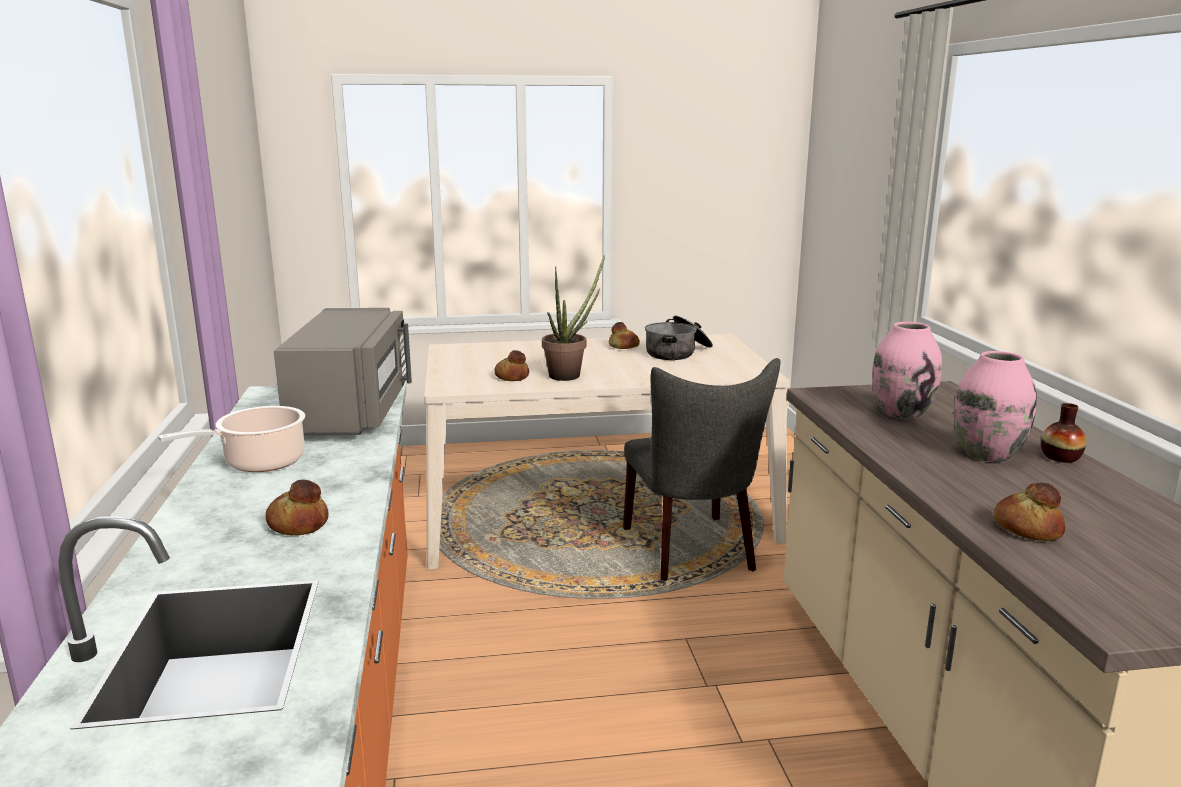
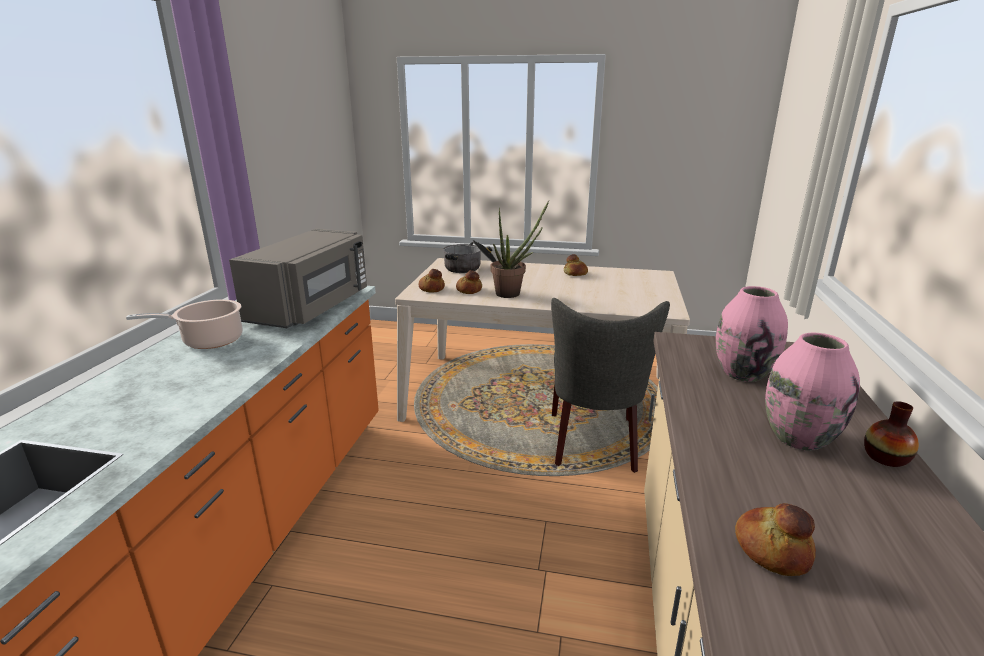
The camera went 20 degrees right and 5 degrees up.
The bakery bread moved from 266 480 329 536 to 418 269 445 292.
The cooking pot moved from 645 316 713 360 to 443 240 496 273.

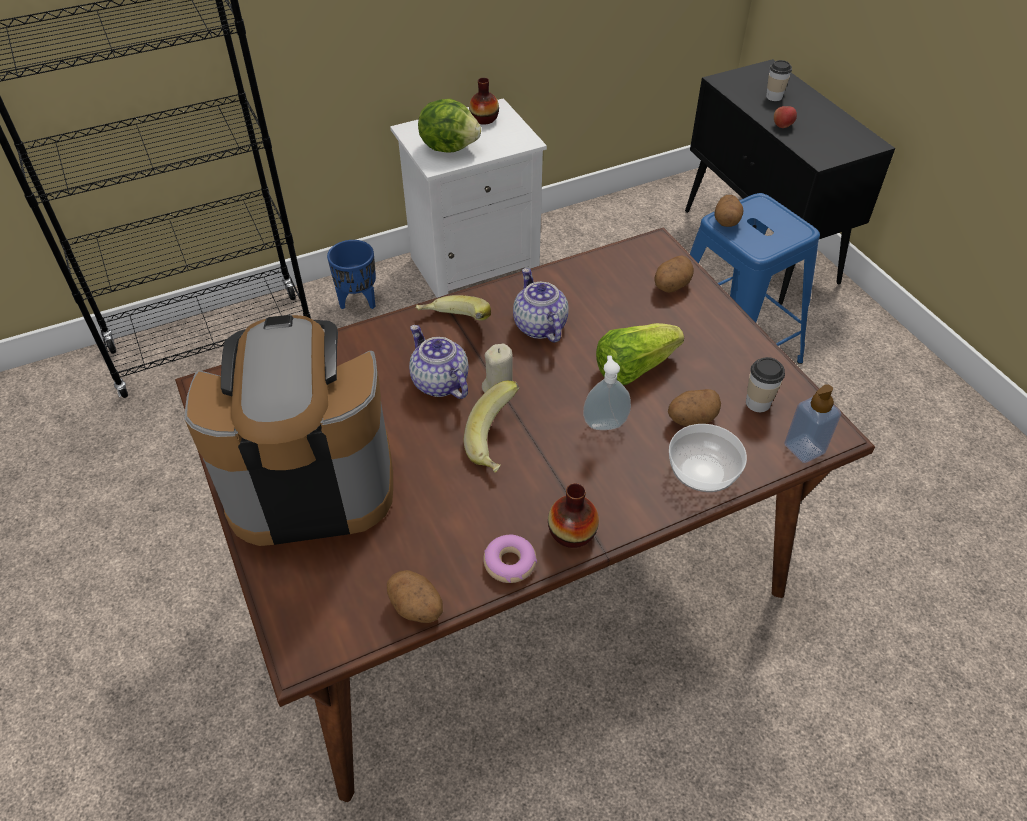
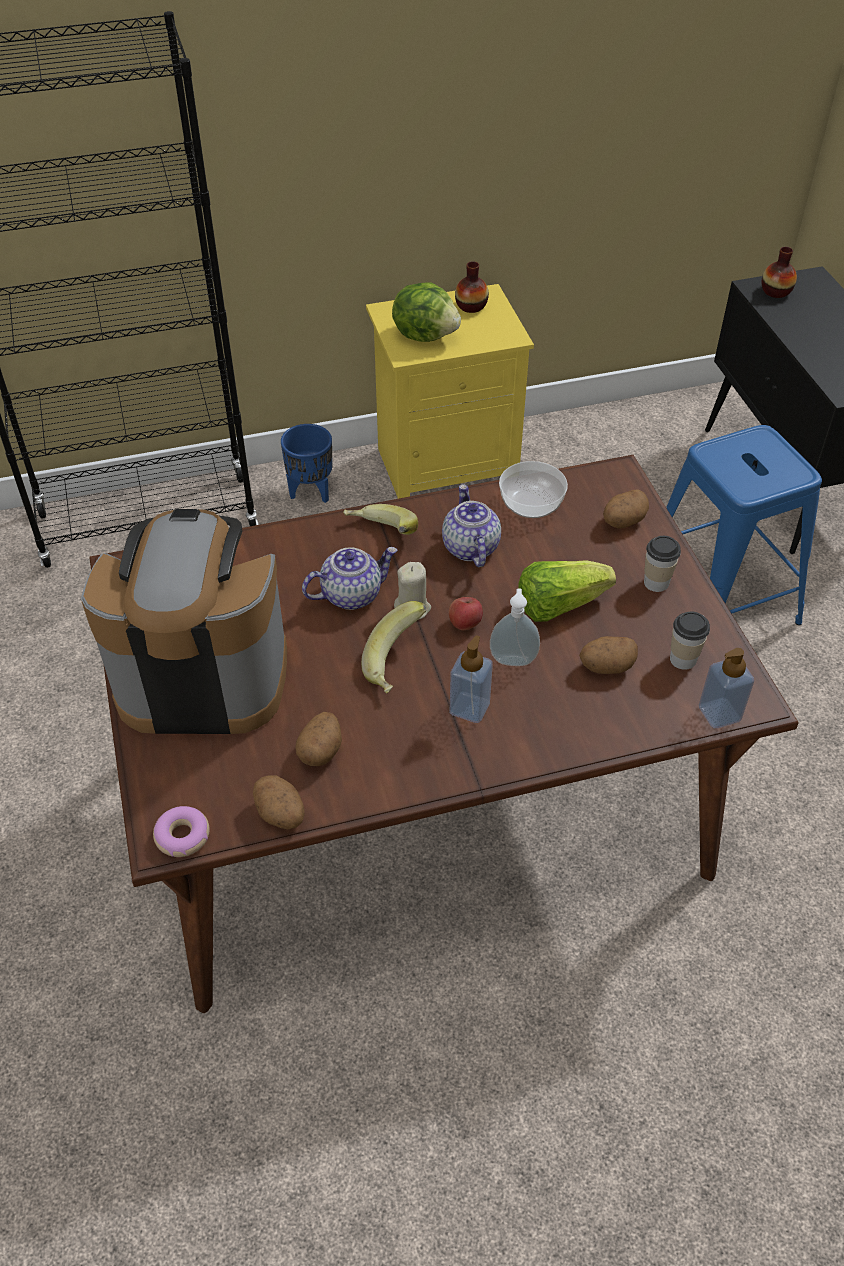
The camera went 10 degrees right and 0 degrees up.
The soap dispenser at 450 636 493 723 appeared.
The doughnut moved from 483 535 537 583 to 153 806 210 857.
The flower vase moved from 548 483 599 548 to 762 247 797 298.
The deep dish moved from 669 424 747 492 to 499 461 568 518.
The whole potato moved from 715 195 744 227 to 295 712 342 766.
The cup moved from 766 60 792 101 to 644 536 681 592.
The apple fruit moved from 774 106 797 128 to 449 597 483 630.
The whitish night table at 390 98 547 298 became the yellowish night table at 366 284 534 499.
The tea pot at 409 325 468 399 turned 90 degrees clockwise.

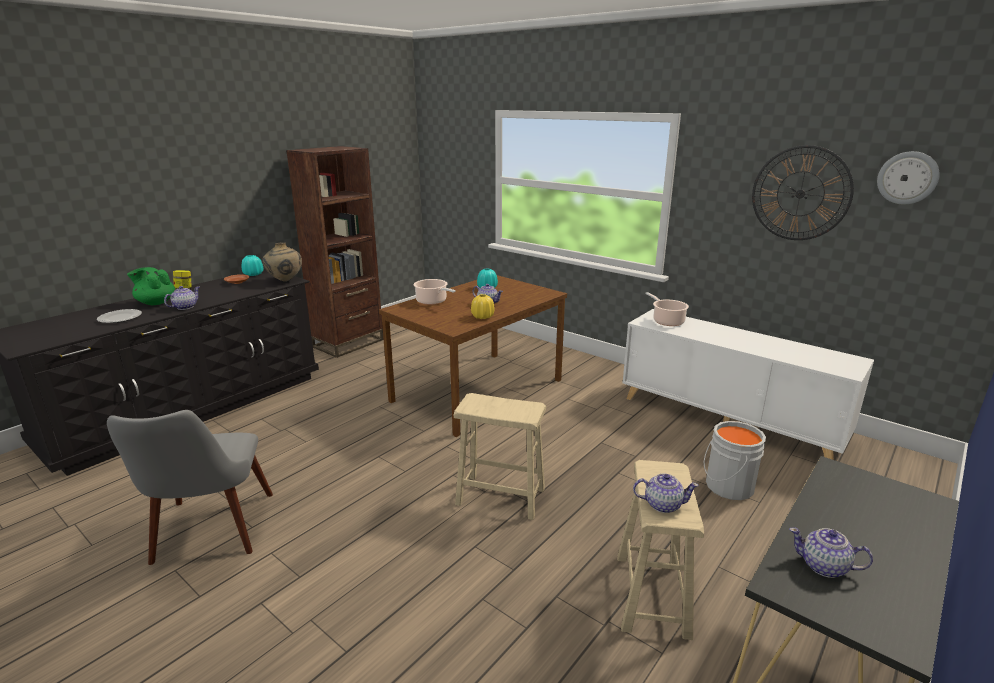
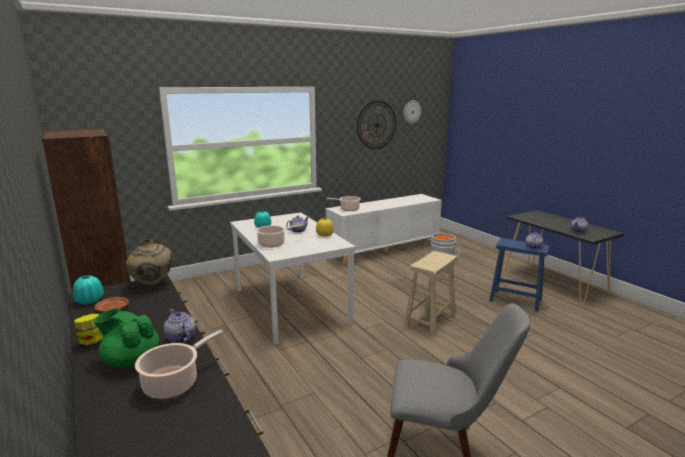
The camera went 70 degrees left and 5 degrees down.
The flat dish at 97 309 142 323 was replaced by the cooking pot at 135 330 223 399.
The brown-coloured dinner table at 379 275 567 437 became the whitish dinner table at 230 212 355 344.
The beige-coloured stool seat at 617 460 704 640 became the bluish stool seat at 489 238 550 312.
The green-coloured tea pot at 127 267 175 305 turned 75 degrees clockwise.

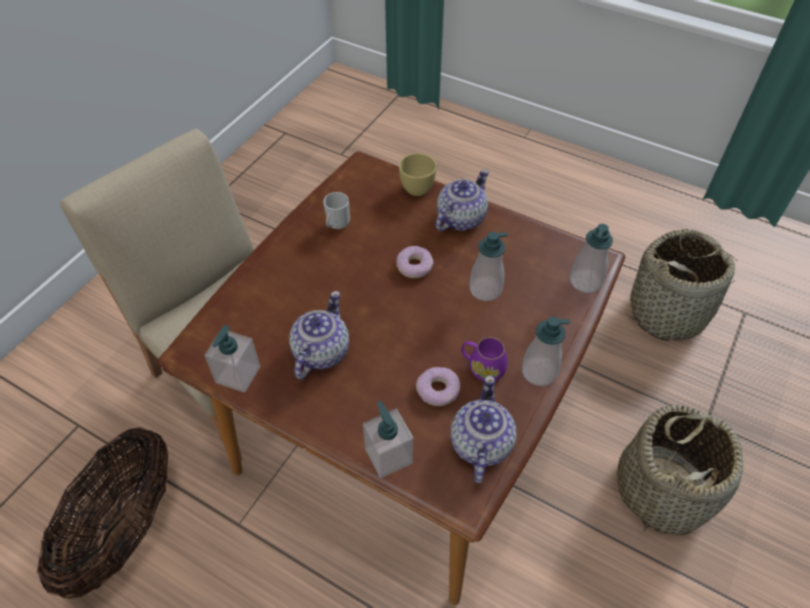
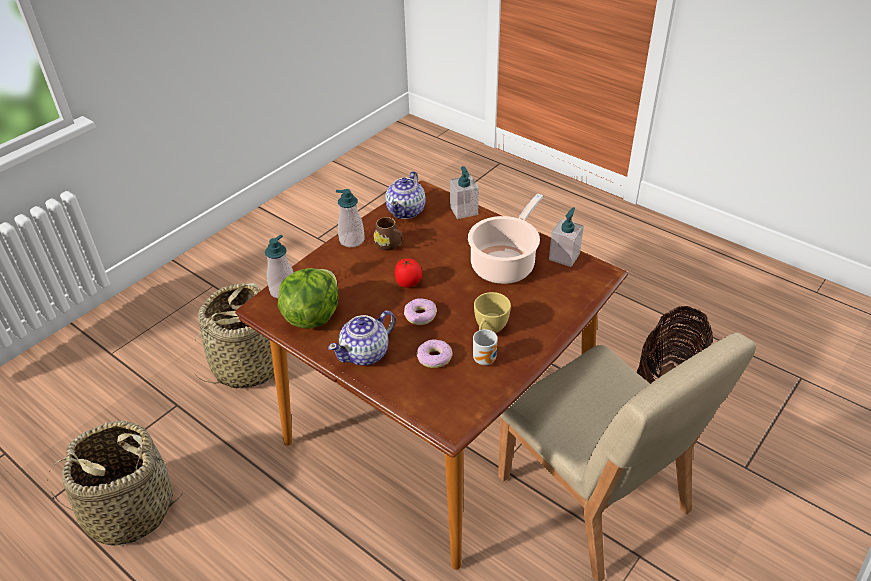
The camera went 170 degrees left and 10 degrees down.
The soap dispenser at 469 232 508 301 disappeared.
The lettuce at 278 268 338 329 appeared.
The fresh tomato at 395 258 422 288 appeared.
The yellowish cup moved from 399 153 437 196 to 474 292 511 333.
The doughnut moved from 416 367 460 406 to 417 340 453 368.
The tea pot at 289 291 349 380 was replaced by the cooking pot at 468 193 543 284.
The purplish coffee mug at 461 337 508 381 became the brown-coloured coffee mug at 374 217 404 251.

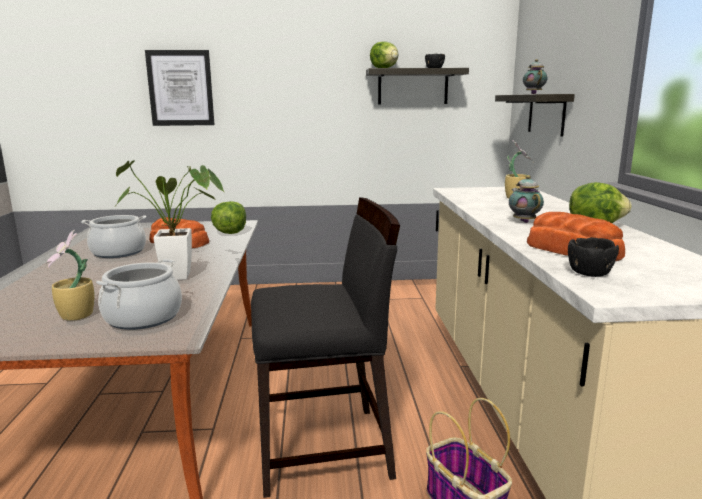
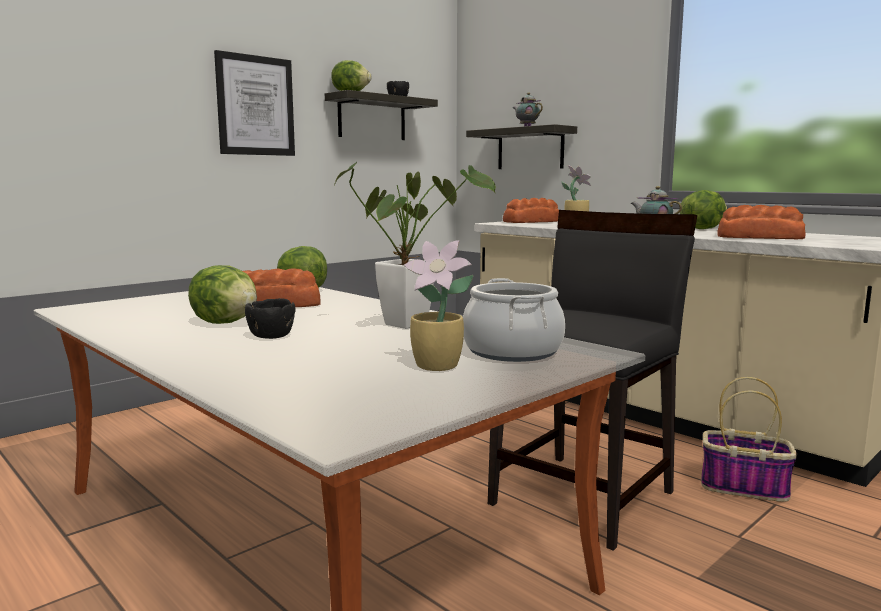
The camera went 40 degrees left and 5 degrees down.
The bakery bread at 503 198 559 223 appeared.
The wall picture moved from 145 50 214 126 to 214 50 295 156.
The black deep dish moved from 568 237 619 277 to 245 298 295 339.
The cooking pot at 81 215 146 258 was replaced by the lettuce at 188 265 257 324.

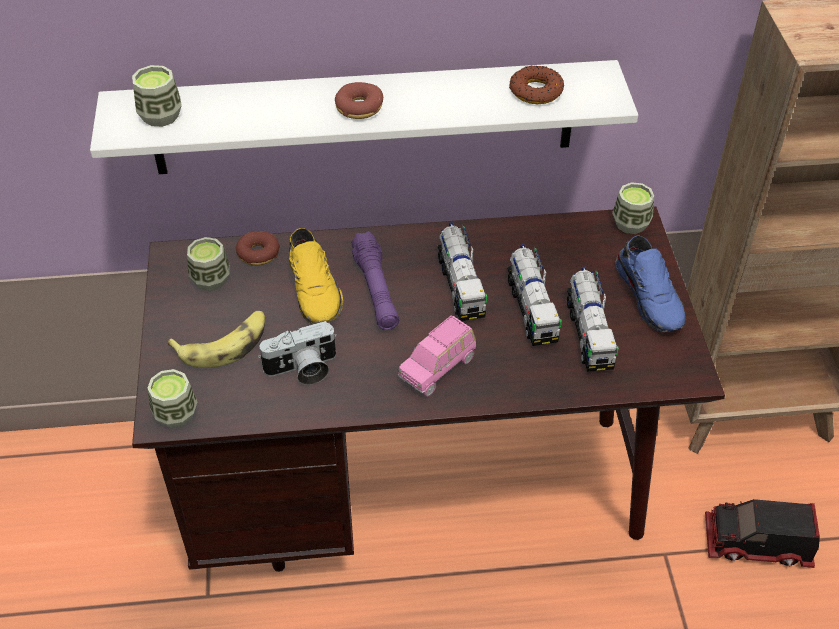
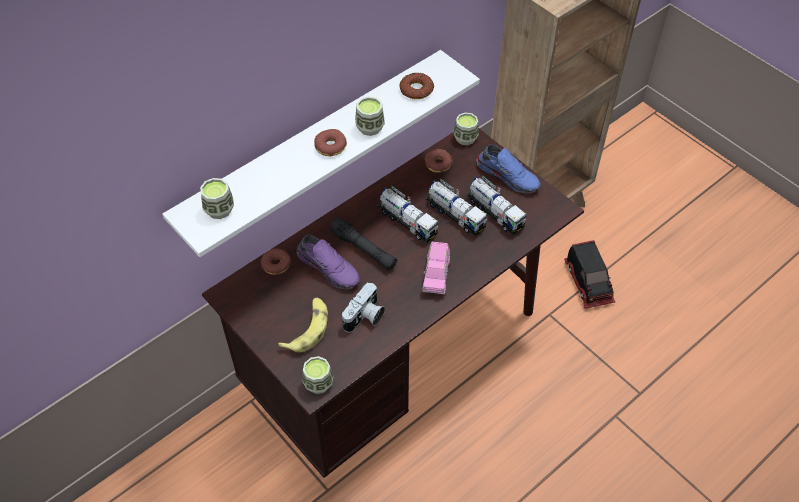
The camera went 35 degrees left and 5 degrees up.
The doughnut at 425 149 453 173 appeared.
The cup moved from 187 237 230 291 to 355 96 385 136.
The yellowish low shoe at 289 228 343 324 became the purplish low shoe at 297 235 360 289.
The purplish torch at 351 231 399 330 became the black torch at 329 217 397 271.
The model truck at 705 499 820 568 turned 75 degrees counterclockwise.

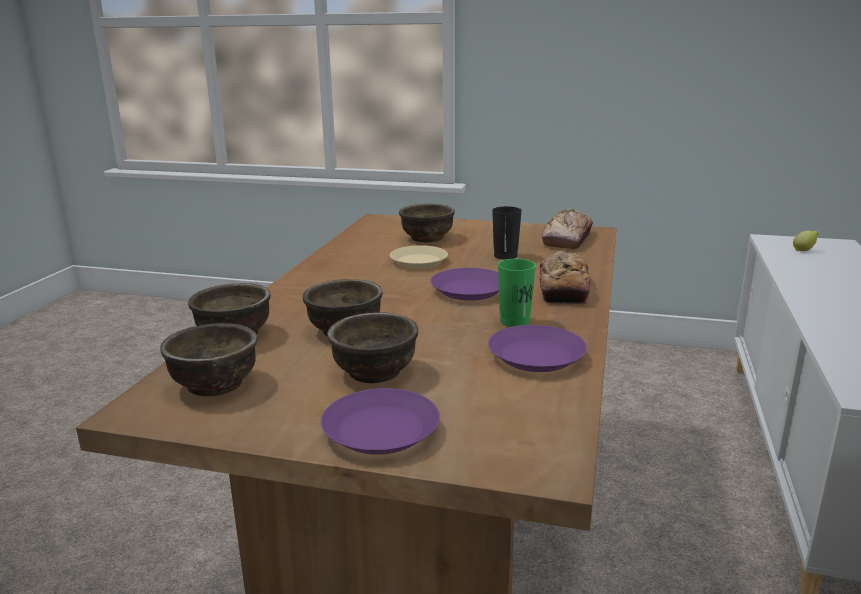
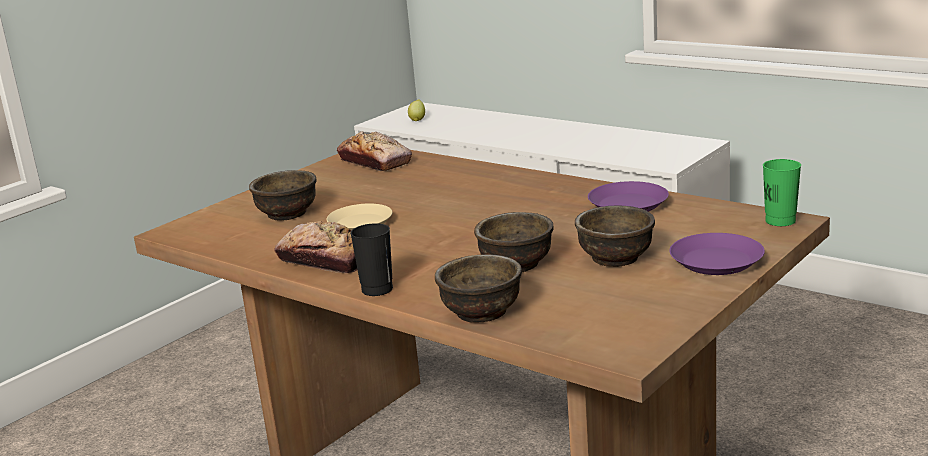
The camera went 65 degrees left and 0 degrees up.
The brown-coloured deep dish at 160 323 258 396 disappeared.
The purplish flat dish at 431 268 499 300 disappeared.
The black cup moved from 492 206 522 260 to 350 223 393 296.
The green-coloured cup moved from 498 259 536 327 to 763 159 801 226.
The bakery bread moved from 540 250 590 304 to 274 221 357 273.

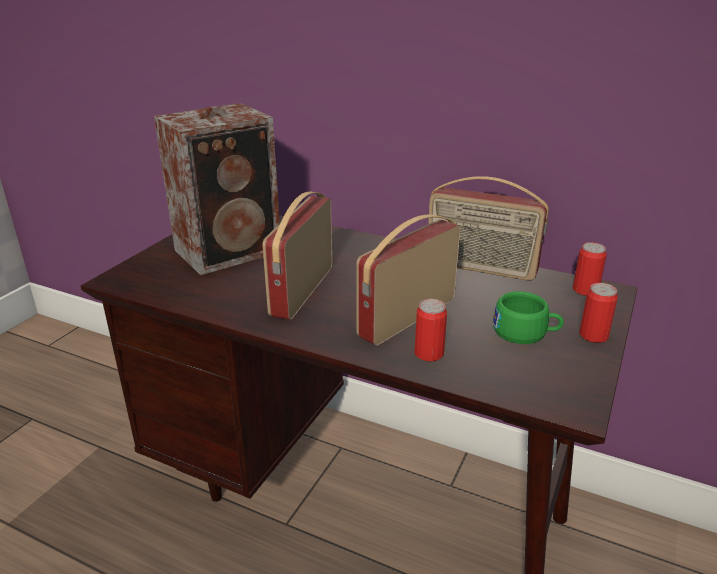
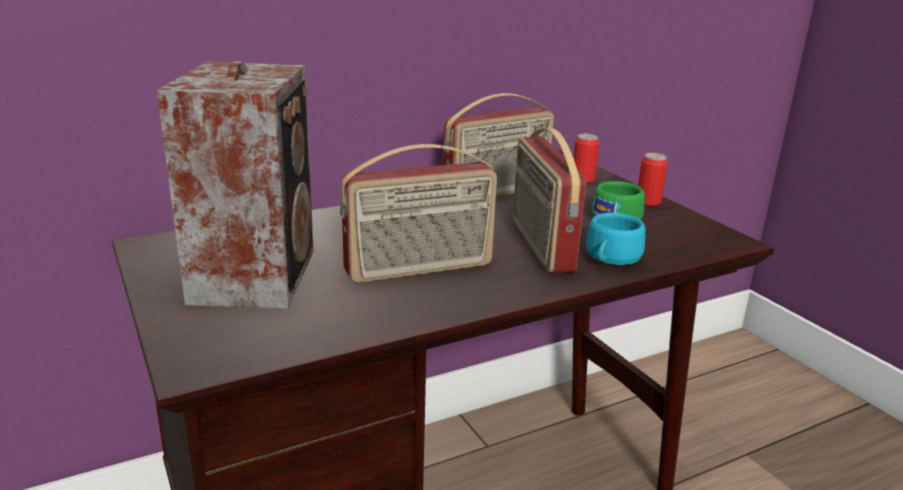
The camera went 55 degrees left and 5 degrees down.
The can at 415 299 447 362 was replaced by the blue-green cup at 586 213 646 265.
The radio at 262 192 332 320 turned 75 degrees counterclockwise.

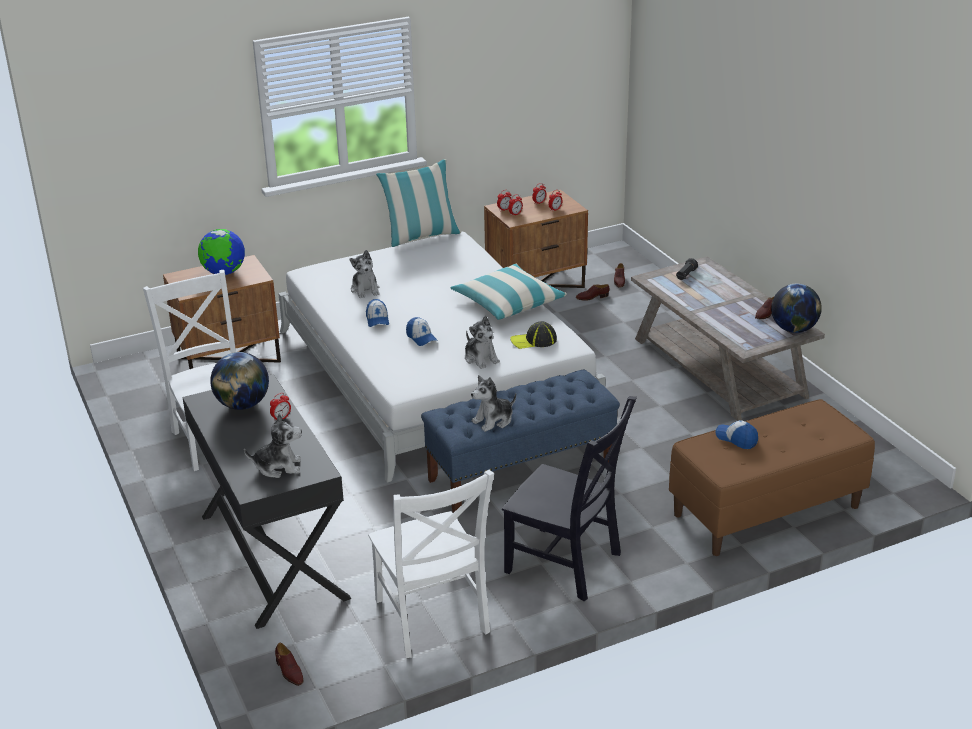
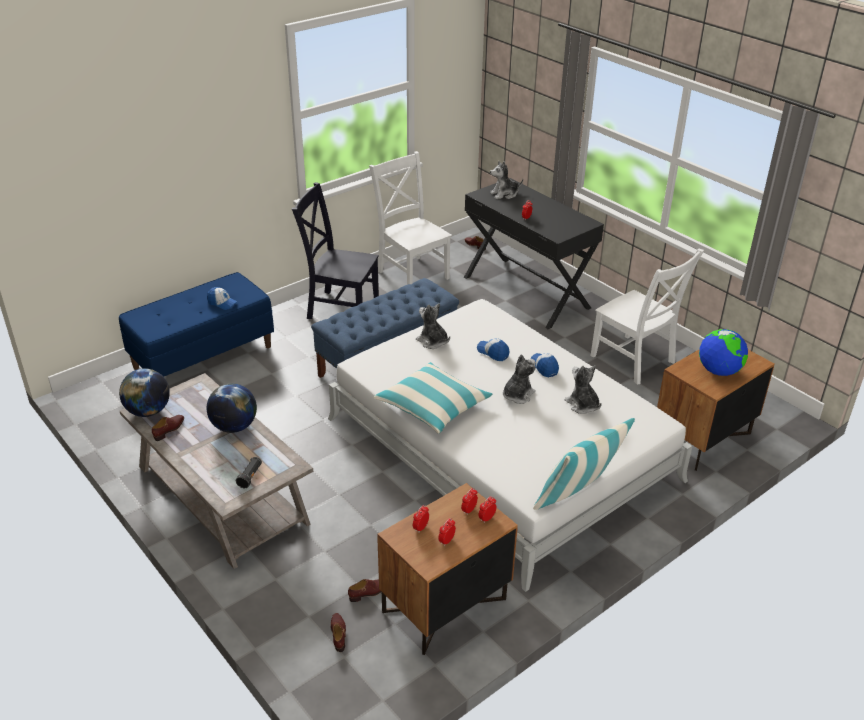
The camera went 165 degrees right and 5 degrees up.
The cap at 510 321 557 349 disappeared.
The globe moved from 210 352 269 410 to 207 383 257 433.
The soft toy moved from 471 375 516 432 to 503 354 536 404.
The brown-coloured indoor bench at 669 399 875 556 became the bluish indoor bench at 119 272 274 377.

